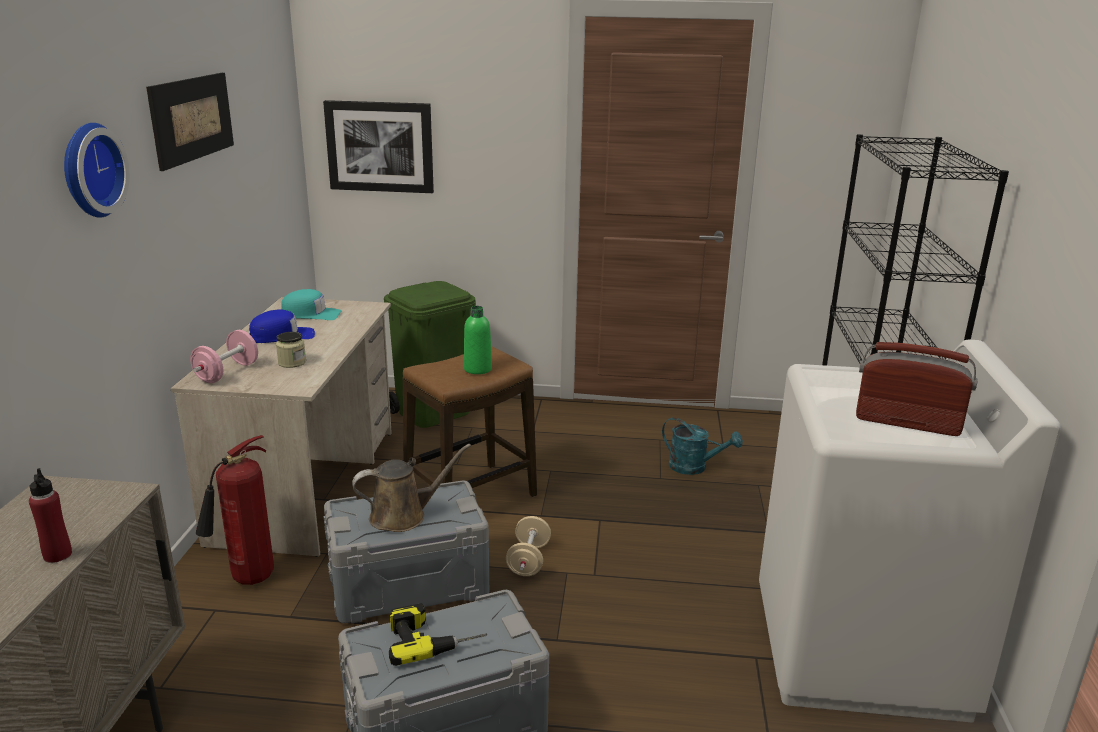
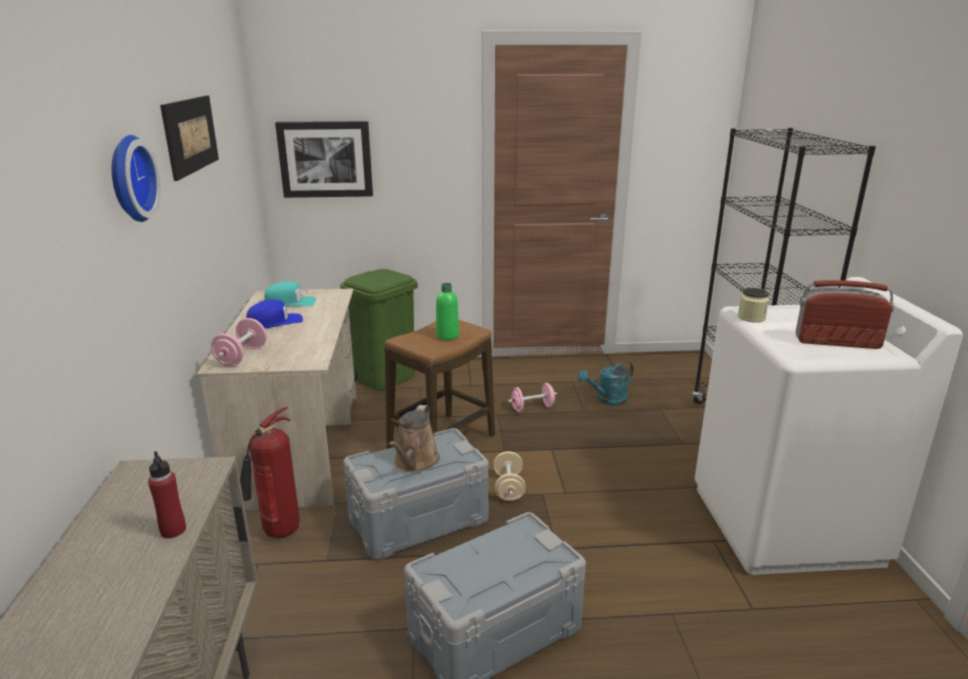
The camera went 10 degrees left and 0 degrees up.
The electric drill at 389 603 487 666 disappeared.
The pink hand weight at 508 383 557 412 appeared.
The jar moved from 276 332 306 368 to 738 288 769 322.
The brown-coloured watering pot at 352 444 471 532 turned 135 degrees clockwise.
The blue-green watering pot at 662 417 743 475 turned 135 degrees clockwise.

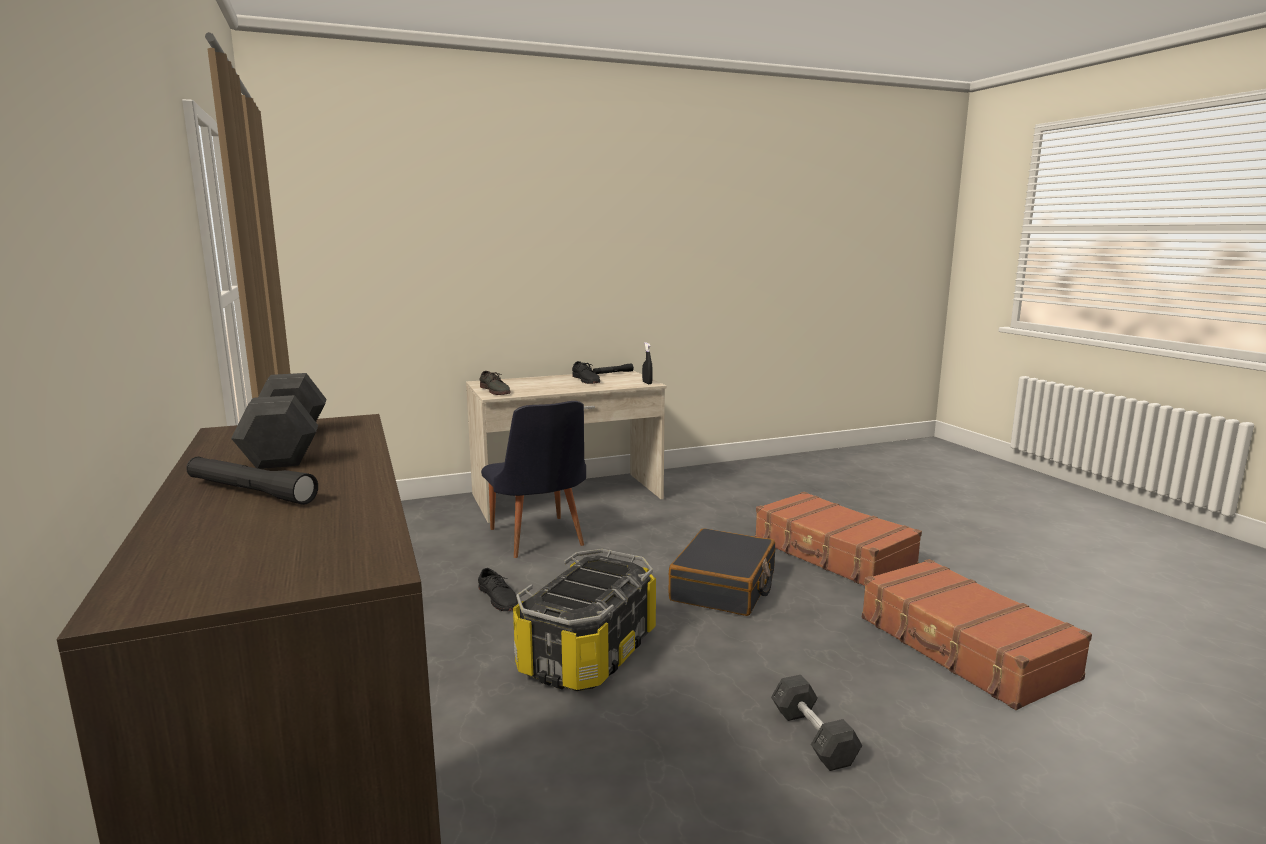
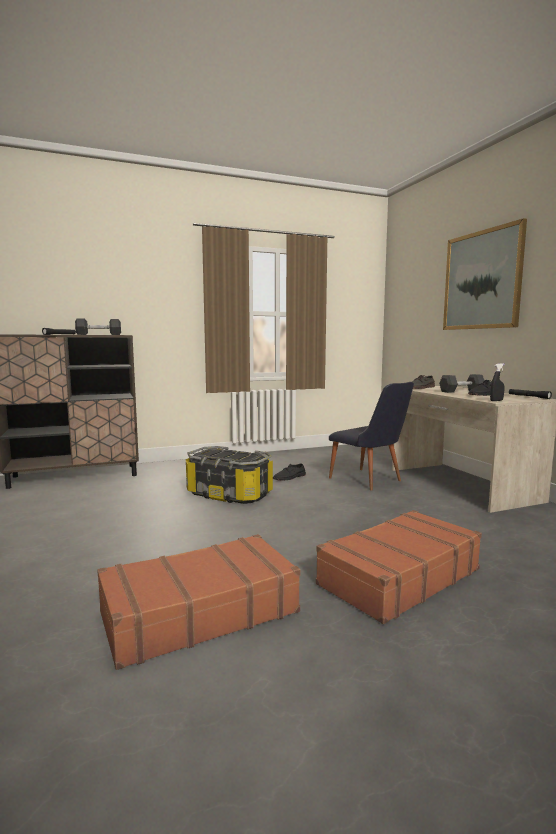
The camera went 90 degrees right and 5 degrees down.
The black suitcase at 668 528 775 616 disappeared.
The wall picture at 443 218 527 330 appeared.
The greyish hand weight moved from 771 675 862 771 to 439 374 484 393.
The black upright chair at 481 401 586 558 turned 105 degrees counterclockwise.

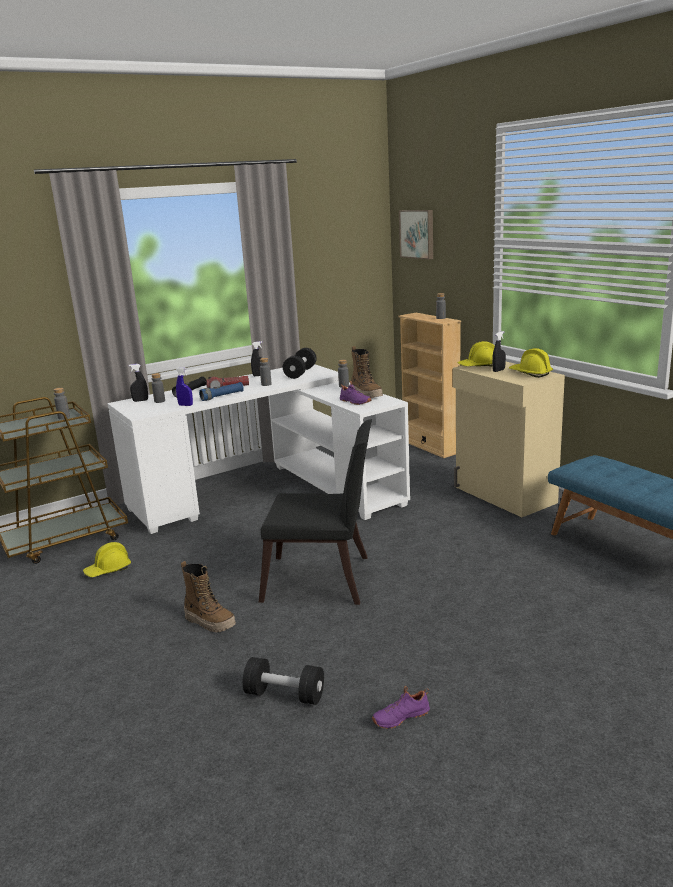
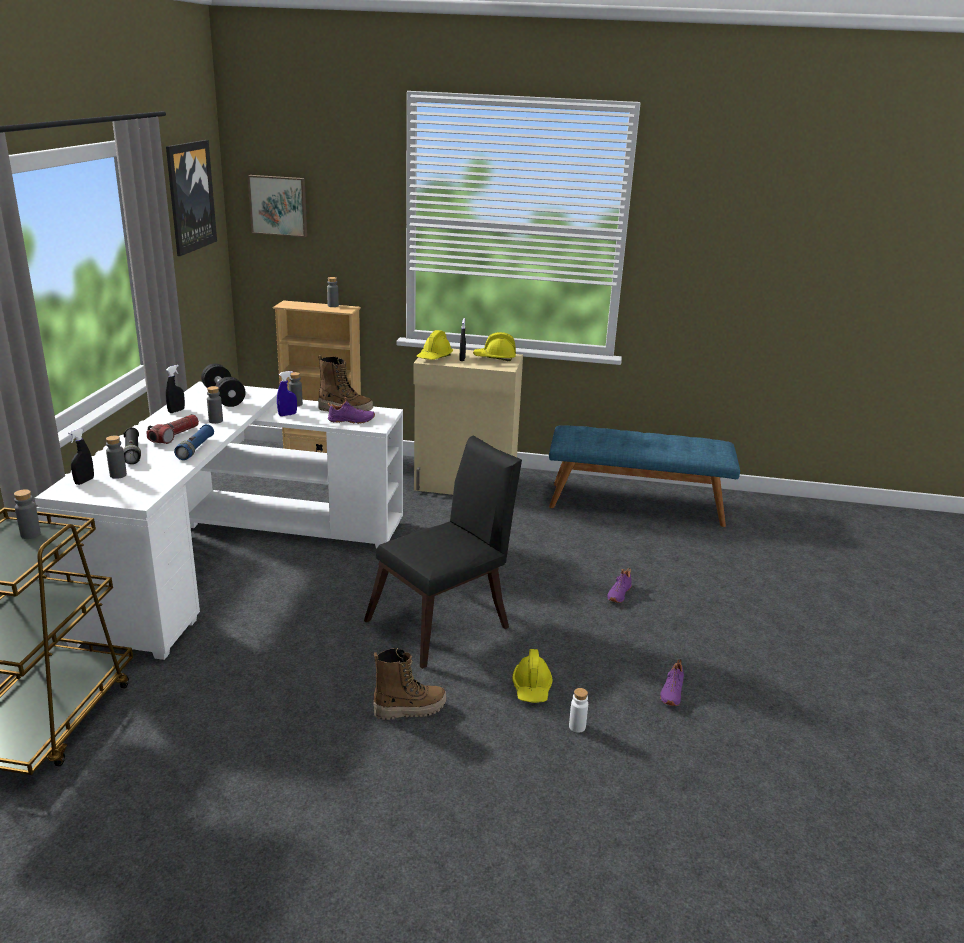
The camera went 50 degrees left and 5 degrees up.
The wall picture at 166 140 217 256 appeared.
The purplish low shoe at 607 568 632 603 appeared.
The yellowish work helmet moved from 83 542 131 577 to 512 649 553 703.
The bluish spray bottle moved from 176 367 193 406 to 277 371 297 416.
The black hand weight at 243 657 324 705 was replaced by the whitish beverage bottle at 569 688 588 733.

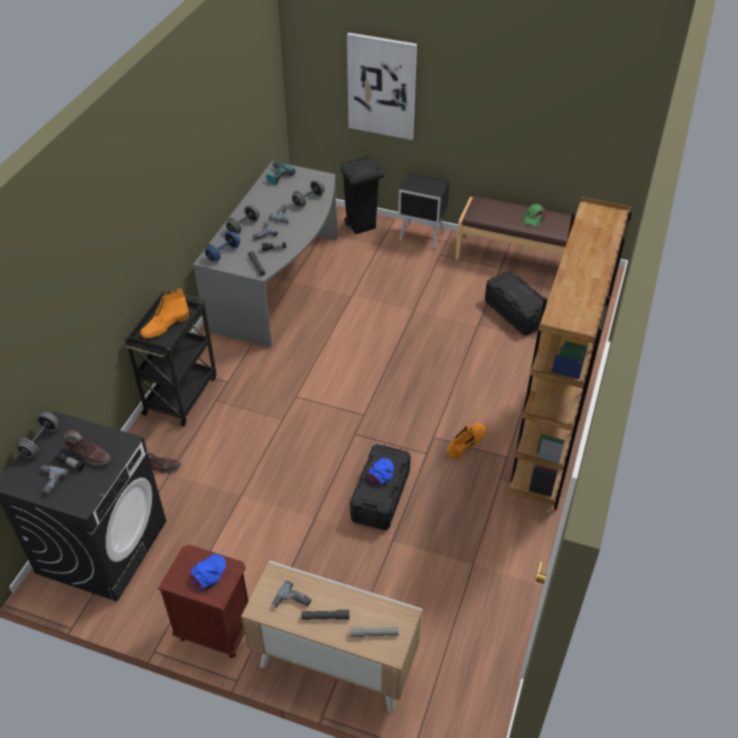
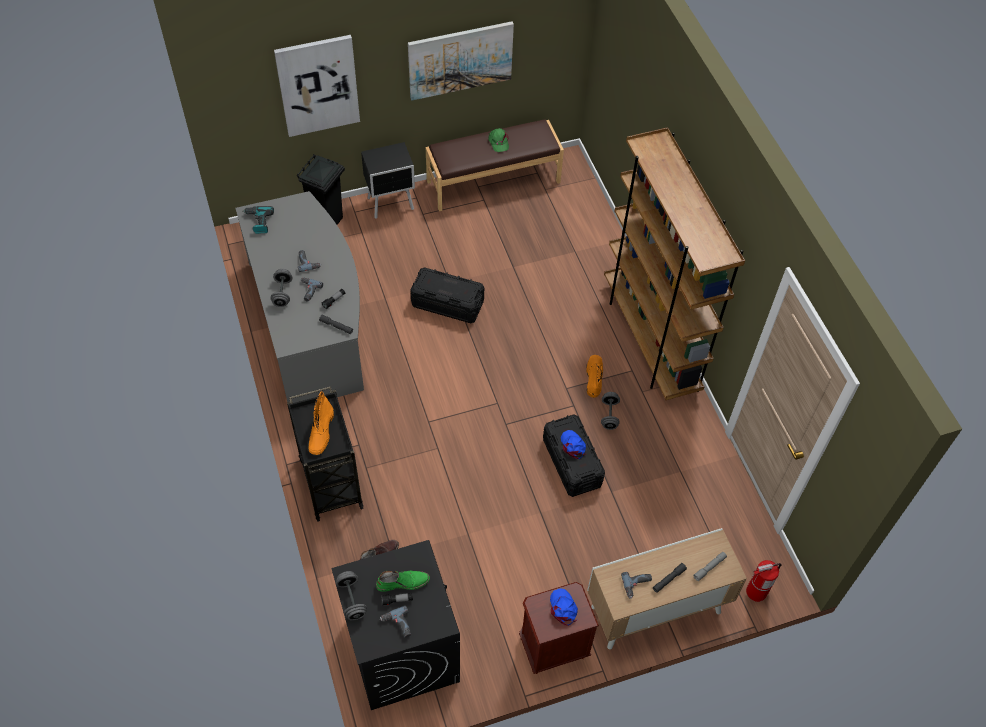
The camera went 40 degrees left and 10 degrees up.
The bluish hand weight at 205 232 240 261 disappeared.
The wall picture at 408 21 514 101 appeared.
The extinguisher at 746 560 781 602 appeared.
The greyish hand weight moved from 292 180 325 207 to 601 392 620 430.
The black storage container moved from 485 271 544 335 to 410 267 484 323.
The brown-coloured tall boot at 64 430 111 466 became the green-coloured tall boot at 376 571 430 592.

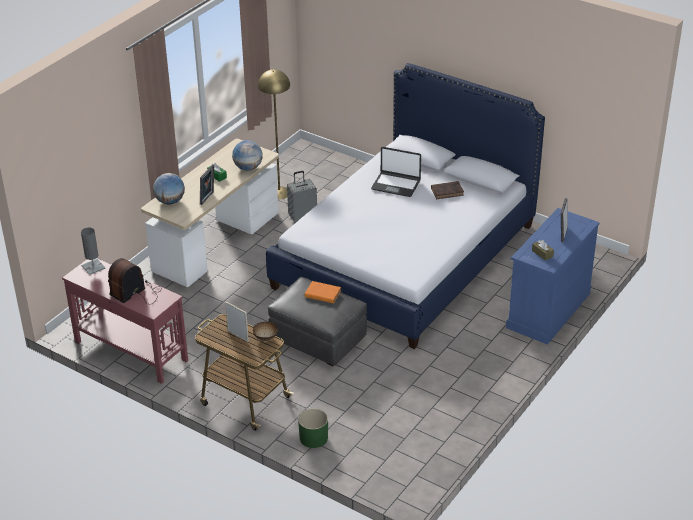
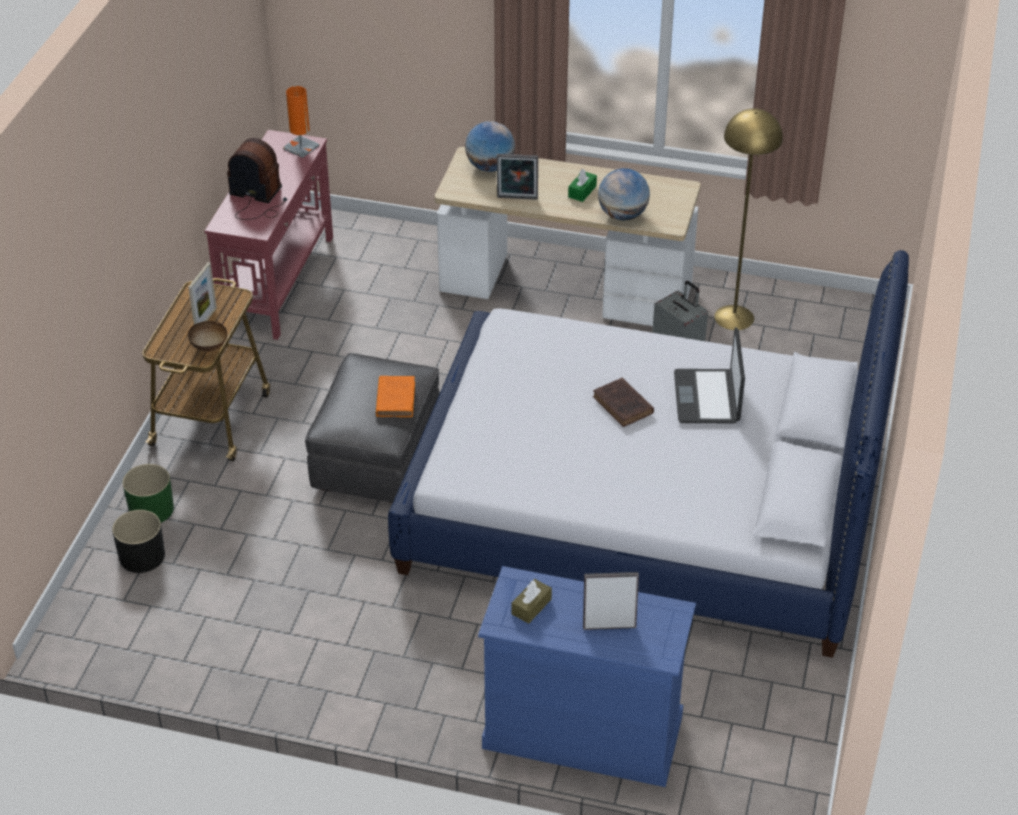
The camera went 70 degrees right and 5 degrees up.
The black planter at 112 510 165 573 appeared.
The brown-coloured volume moved from 431 181 464 199 to 593 378 654 427.
The greyish lamp for a table at 81 227 105 275 became the orangey lamp for a table at 283 86 320 158.

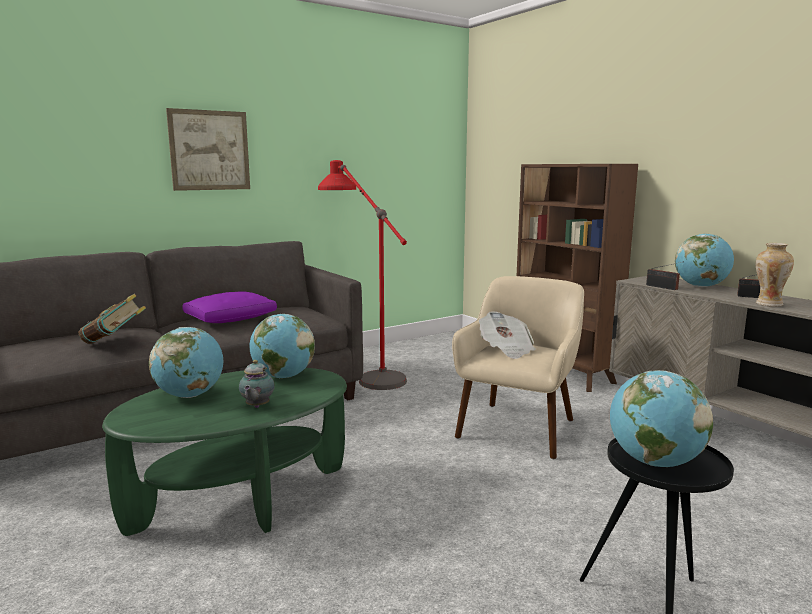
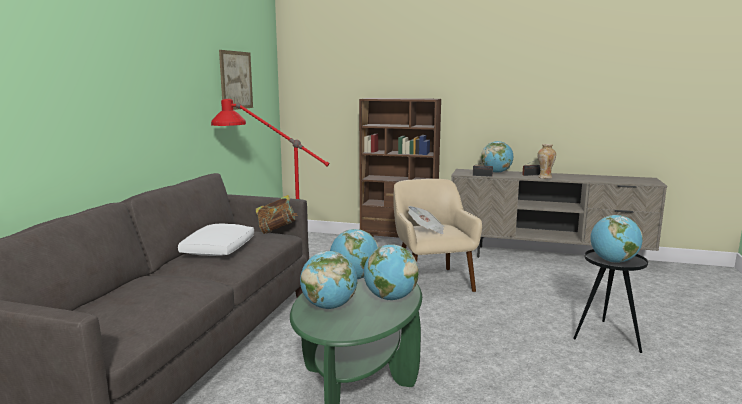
The camera went 40 degrees left and 0 degrees up.
The volume moved from 78 294 146 344 to 256 195 298 234.
The wall picture moved from 166 108 250 191 to 219 50 253 110.
The tea pot at 239 360 275 408 was replaced by the globe at 364 244 419 300.
The purplish cushion at 182 291 277 323 became the whitish cushion at 178 224 254 256.

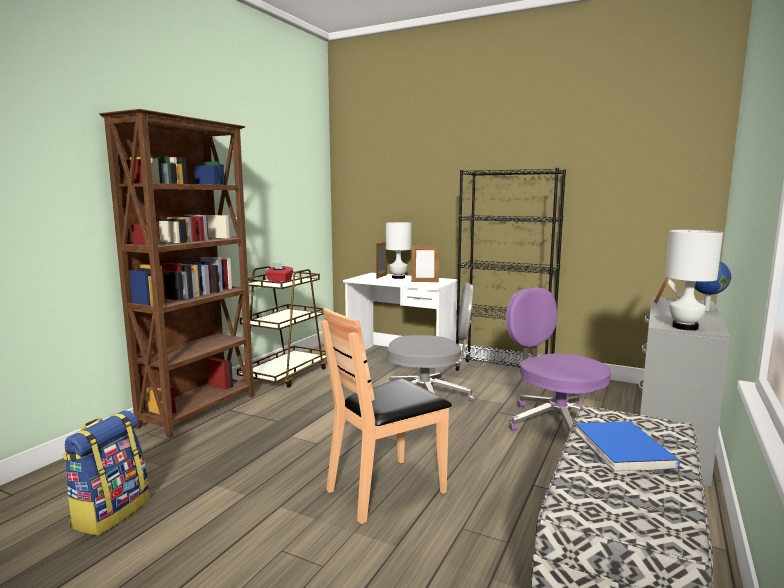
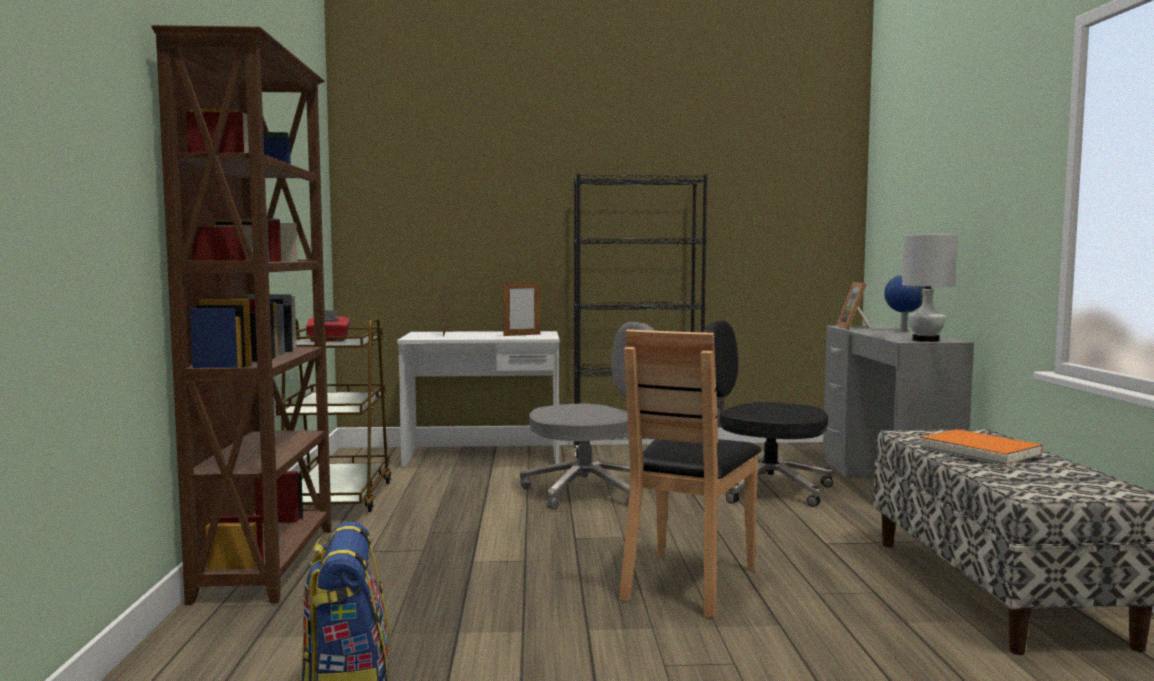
The camera went 30 degrees left and 5 degrees down.
The whitish lamp for a table at 386 222 412 279 disappeared.
The purplish computer chair at 506 288 611 432 became the black computer chair at 703 321 833 507.
The bluish volume at 575 421 680 473 became the orangey volume at 920 429 1043 466.

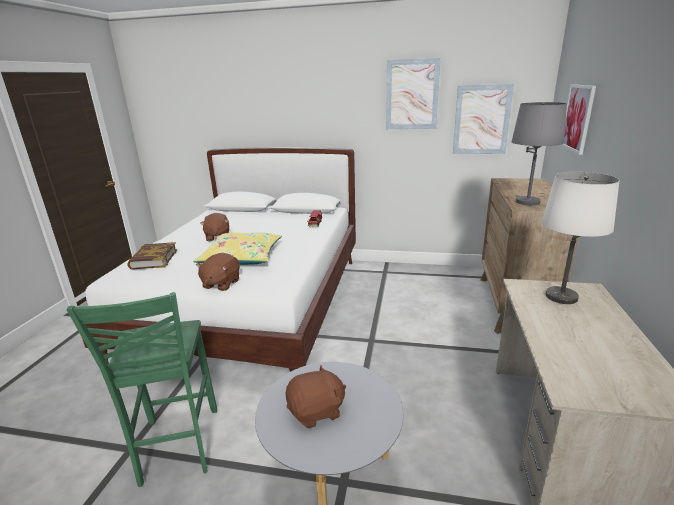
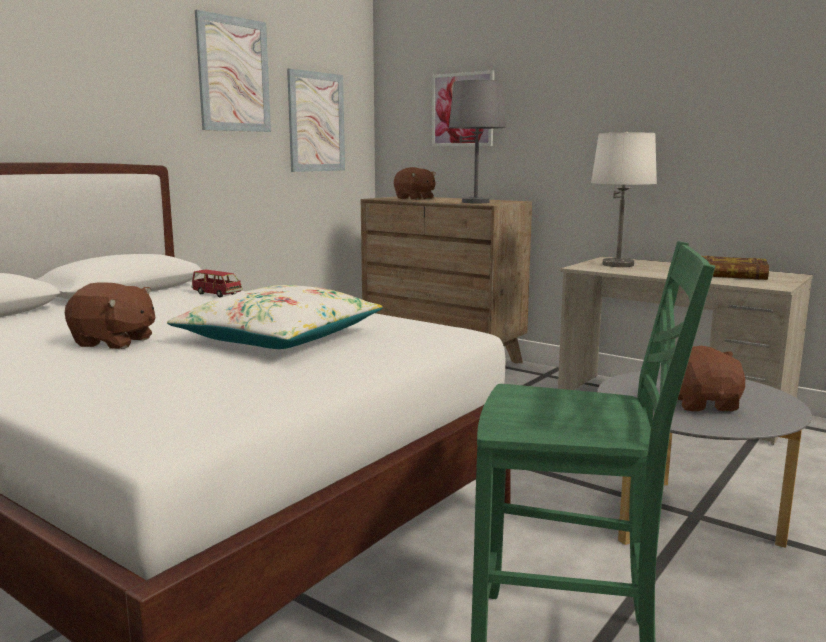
The camera went 65 degrees left and 10 degrees down.
The volume moved from 127 242 177 270 to 702 256 769 280.
The brown-coloured soft toy moved from 196 253 240 291 to 394 167 436 200.
The yellowish cushion at 193 233 282 265 became the whitish cushion at 167 285 383 349.

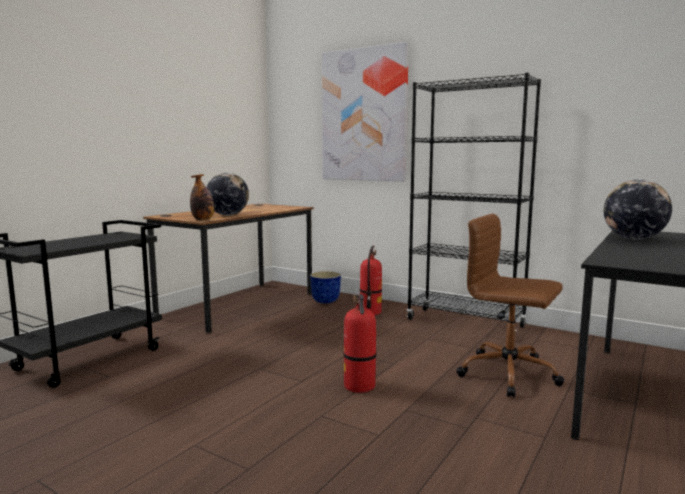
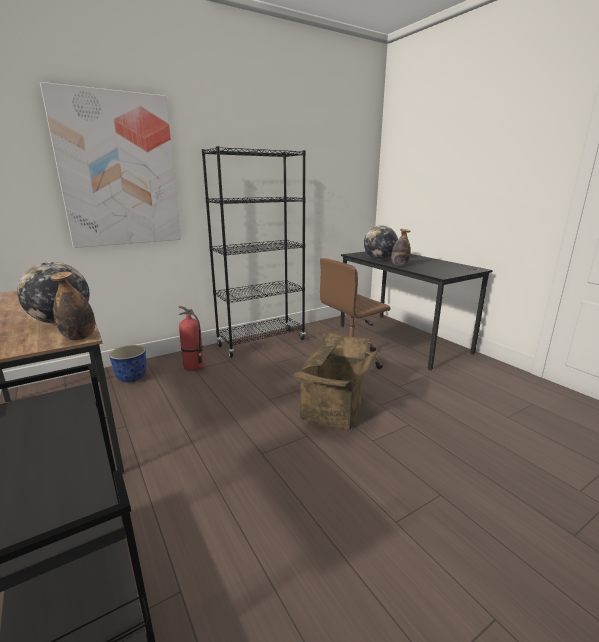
The camera went 65 degrees left and 10 degrees up.
The beverage bottle at 391 229 411 266 appeared.
The extinguisher at 343 294 376 393 was replaced by the packing box at 291 332 378 430.

